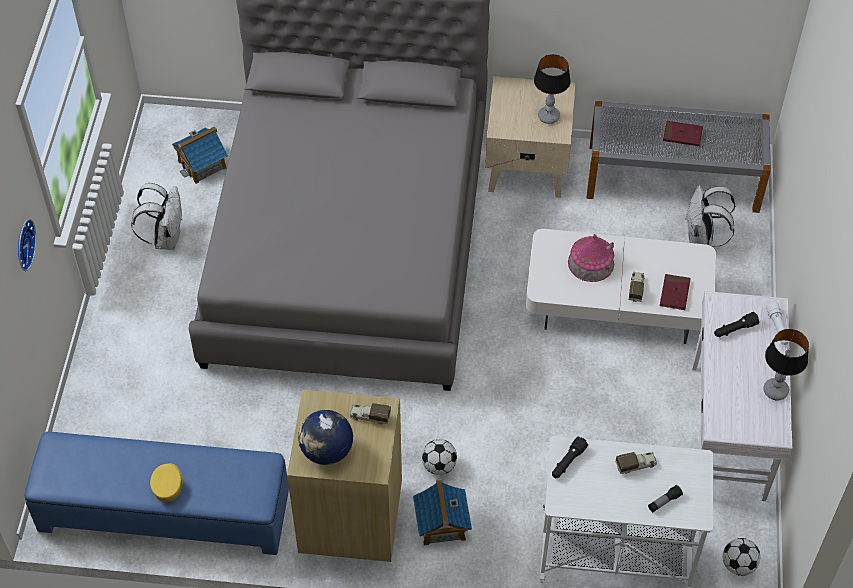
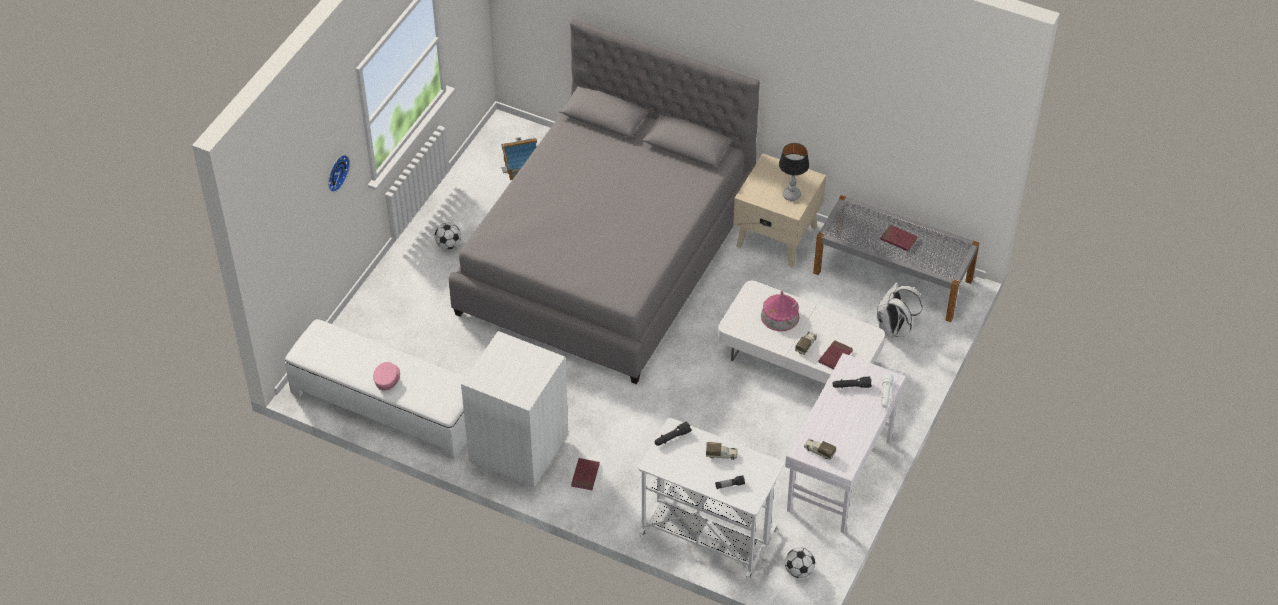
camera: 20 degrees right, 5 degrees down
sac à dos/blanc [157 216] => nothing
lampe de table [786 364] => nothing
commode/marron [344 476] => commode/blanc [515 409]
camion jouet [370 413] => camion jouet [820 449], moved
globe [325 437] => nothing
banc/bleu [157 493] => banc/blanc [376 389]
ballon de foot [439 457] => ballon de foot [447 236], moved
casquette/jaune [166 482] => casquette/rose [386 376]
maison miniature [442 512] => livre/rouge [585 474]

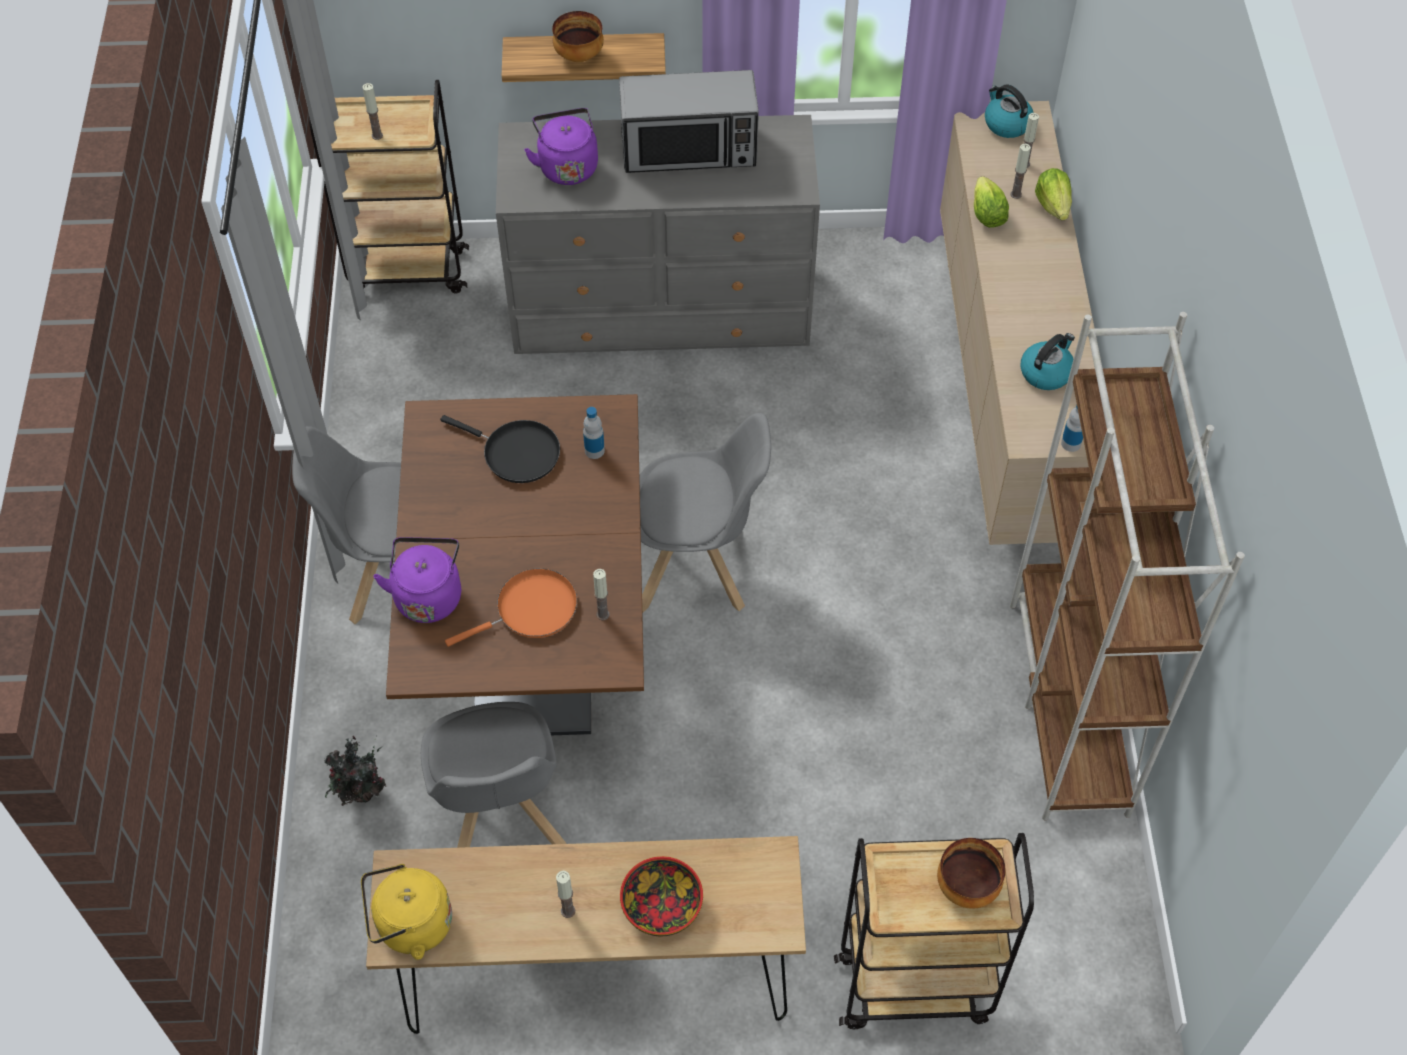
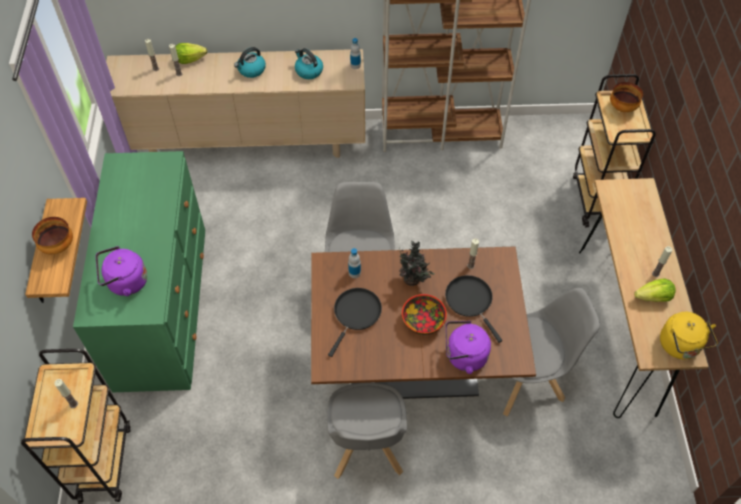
camera: 90 degrees left, 0 degrees up
micro-ondes [689 121] => nothing
bouilloire [1009 111] => bouilloire [250 62], moved
commode/gris [658 234] => commode/vert [139 271]
laitue [991 202] => laitue [655 290], moved
poêle/orange [511 607] => poêle/noir [473 309]
plante en pot [355 770] => plante en pot [415 263], moved
bol [661 896] => bol [424 314], moved

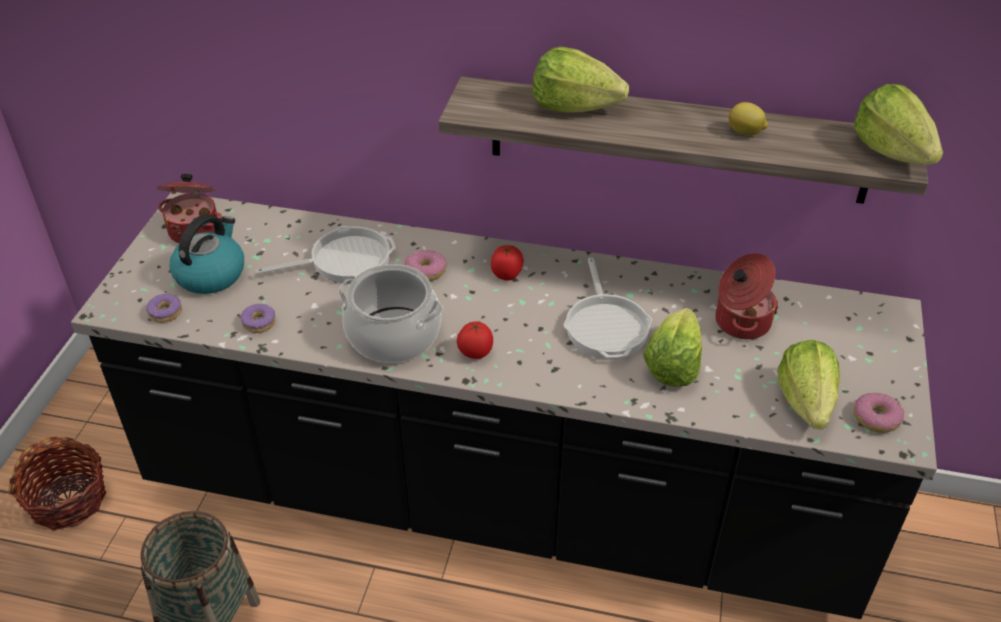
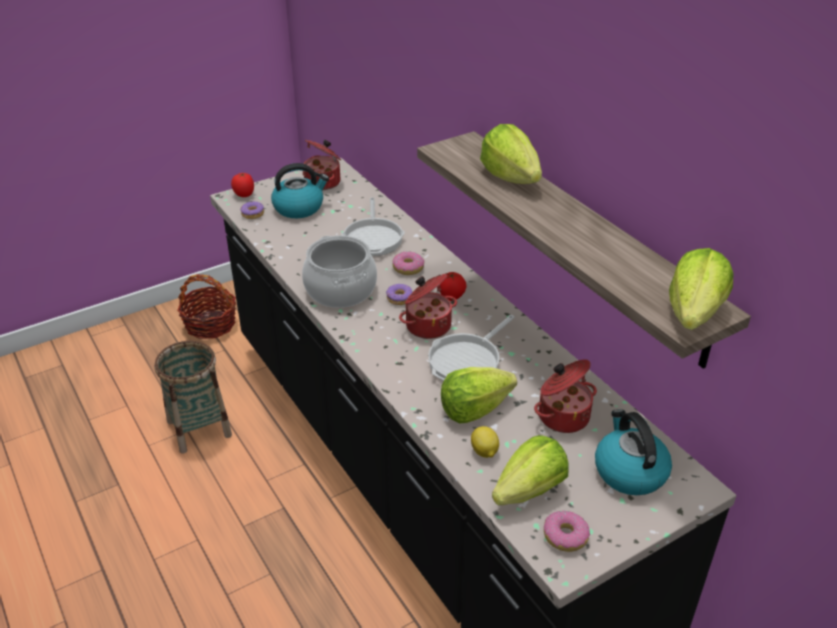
camera: 45 degrees right, 5 degrees down
citron [748 119] => citron [485 442], moved
poêle [326 254] => poêle [373 226], 60 degrees clockwise
beignet [258 318] => beignet [399 294], moved
tomate [475 340] => tomate [242 184], moved
nothing => marmite [428 306]
nothing => bouilloire [633 452]

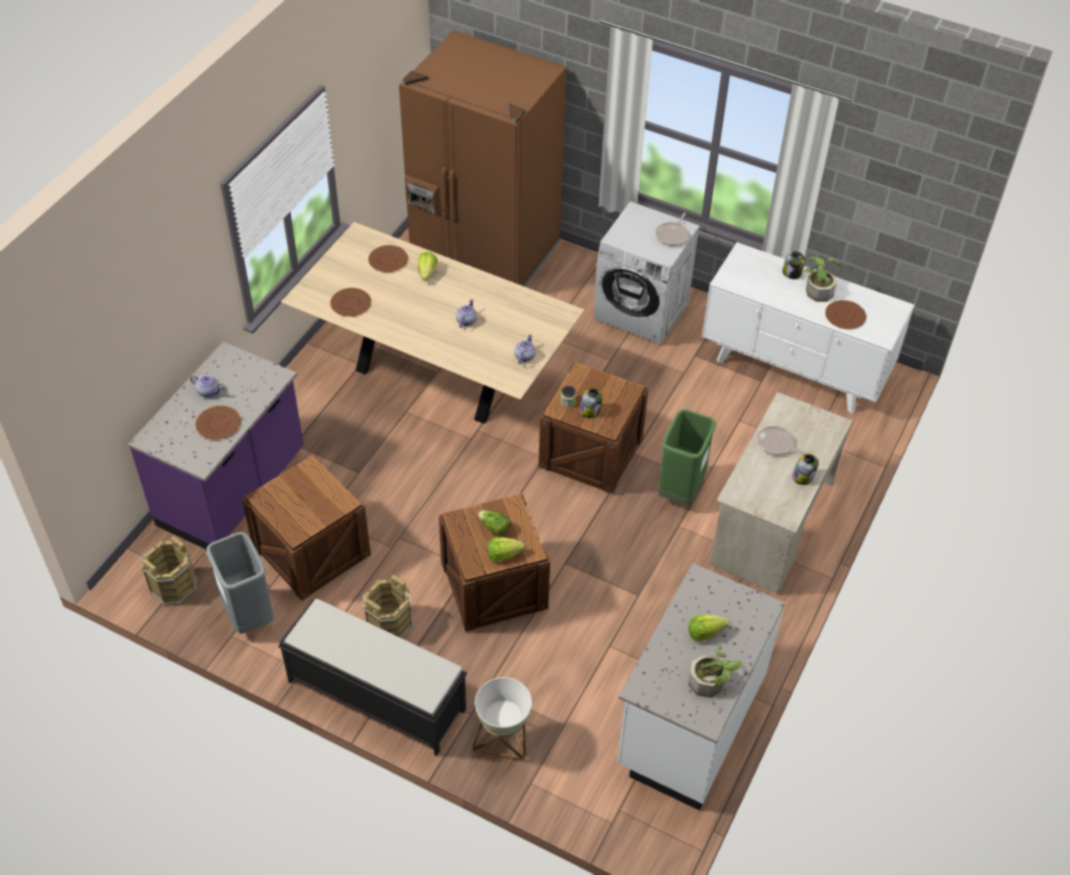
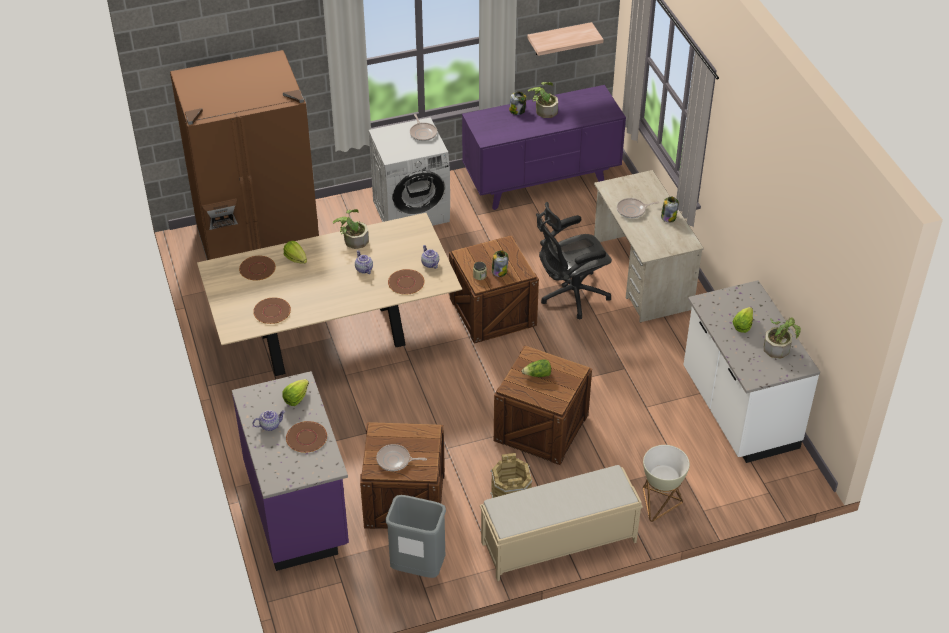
camera: 45 degrees left, 5 degrees down
commode/blanc [808 328] => commode/violet [544 147]
assiette/marron [845 314] => assiette/marron [406 282], moved
poubelle/vert [687 457] => chaise de bureau [574 260]
seau/marron [169 571] => nothing
laitue [506 549] => laitue [295 392], moved
banc/noir [372 677] => banc/beige [561 523]
nothing => étagère [565 39]
nothing => plante en pot [351 229]
nothing => poêle [401 457]

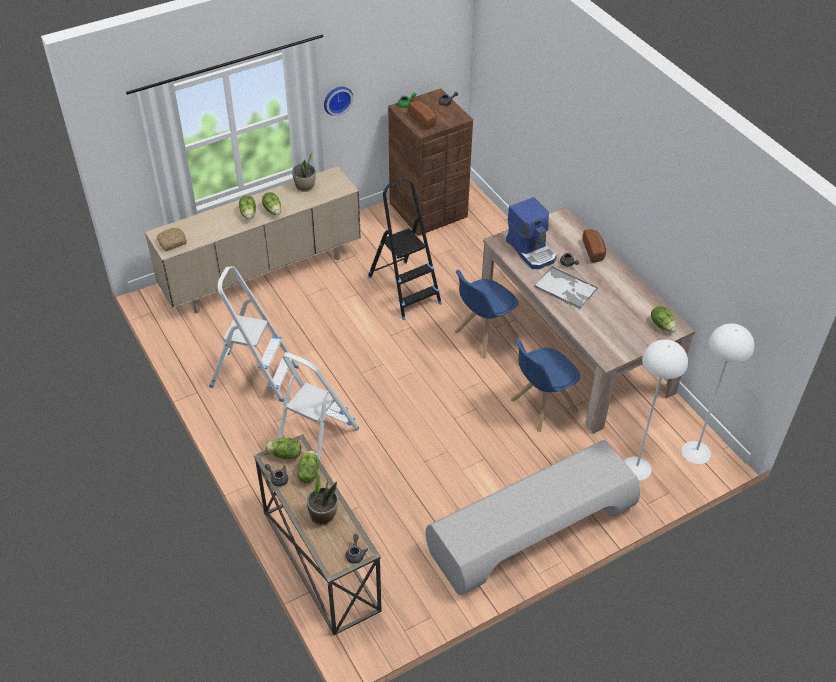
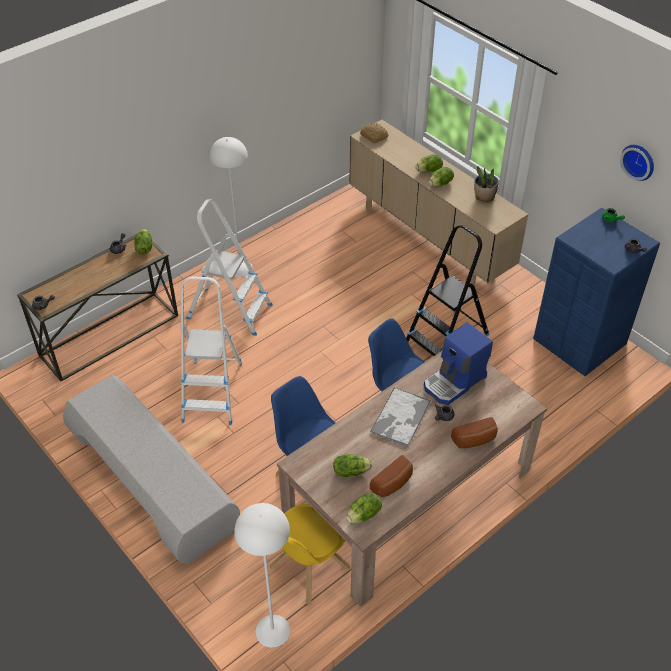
camera: 80 degrees right, 0 degrees up
horloge murale [338 101] => horloge murale [637 163], moved
commode/marron [430 162] => commode/bleu [596 292]
pain [422 115] => pain [391 476], moved
escabeau/blanc [254 334] => escabeau/blanc [211 351], moved
lampadaire/blanc [656 410] => lampadaire/blanc [231 207], moved
laitue [308 466] => laitue [352 465], moved
plante en pot [322 498] => nothing
nothing => chaise/jaune [310 554]

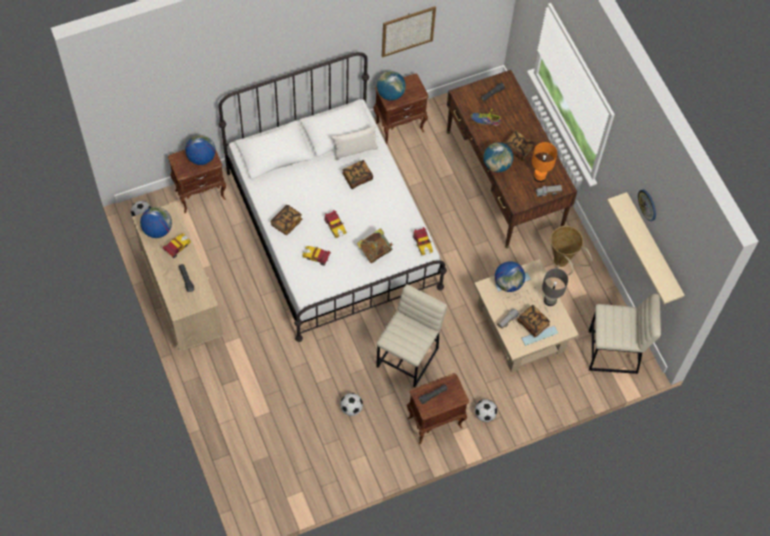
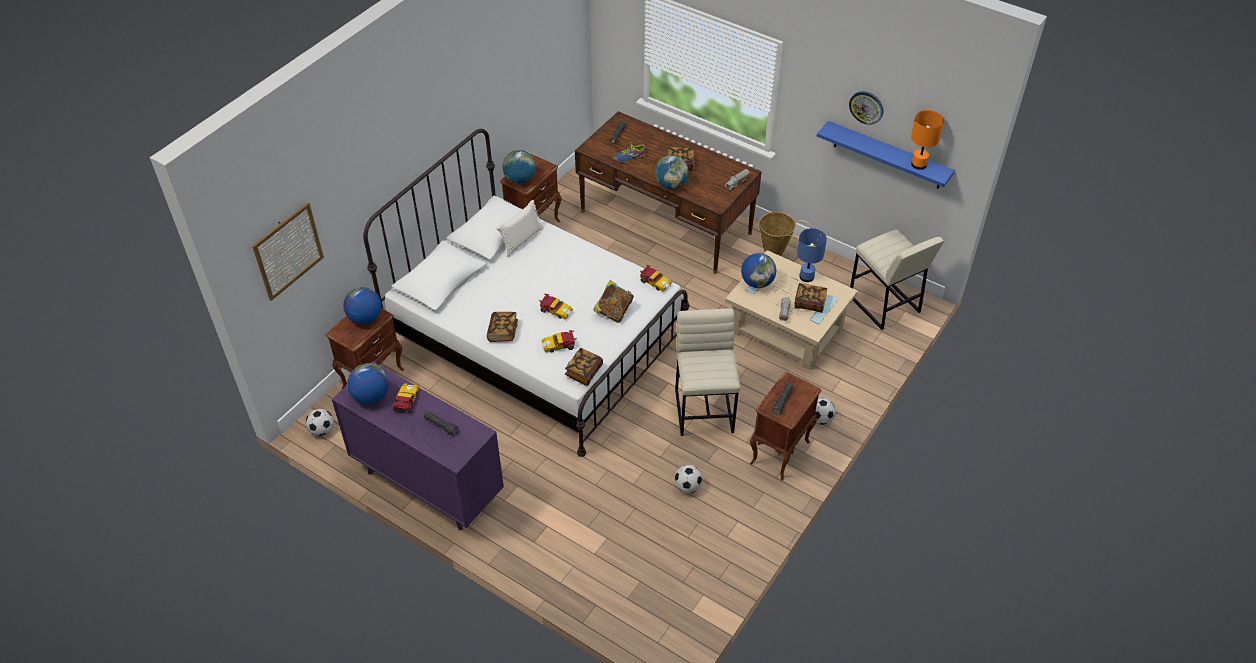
camera: 30 degrees left, 15 degrees down
tableau [409 32] => tableau [288 251], moved
lampe de table/orange [544 162] => lampe de table/orange [927 140], moved
livre [357 174] => livre [584 367], moved
étagère/beige [646 248] => étagère/bleu [886 155]
commode/beige [177 276] => commode/violet [418 446]
lampe de table/gris [555 287] => lampe de table/bleu [812 255]
chaise/beige [625 333] => chaise/beige [897 280], 90 degrees clockwise

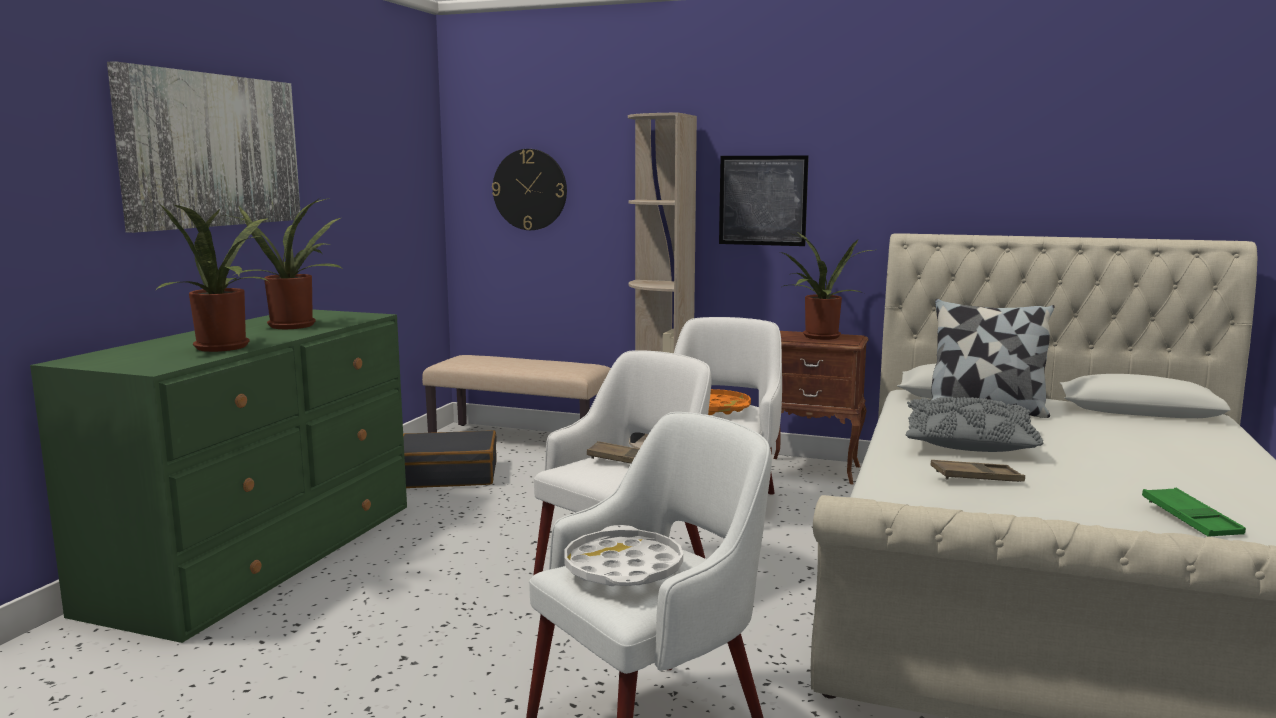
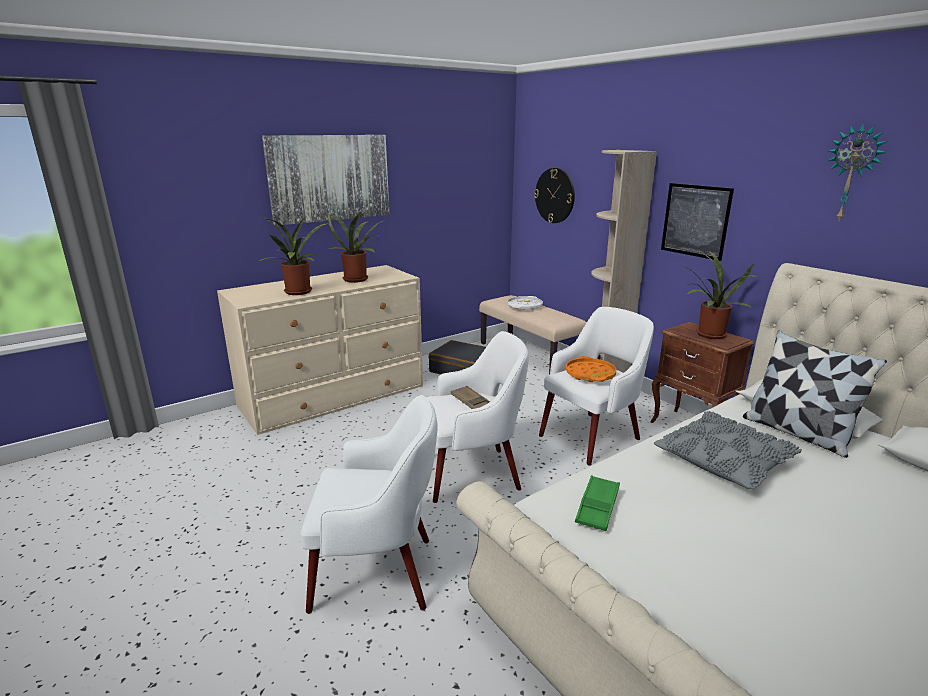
camera: 35 degrees right, 10 degrees up
commode/vert [218 476] => commode/beige [320 350]
plateau/marron [978 471] => nothing
plateau/vert [1194 512] => plateau/vert [597 503], moved
plateau/blanc [623 555] => plateau/blanc [525 303], moved
nothing => horloge murale [857 172]

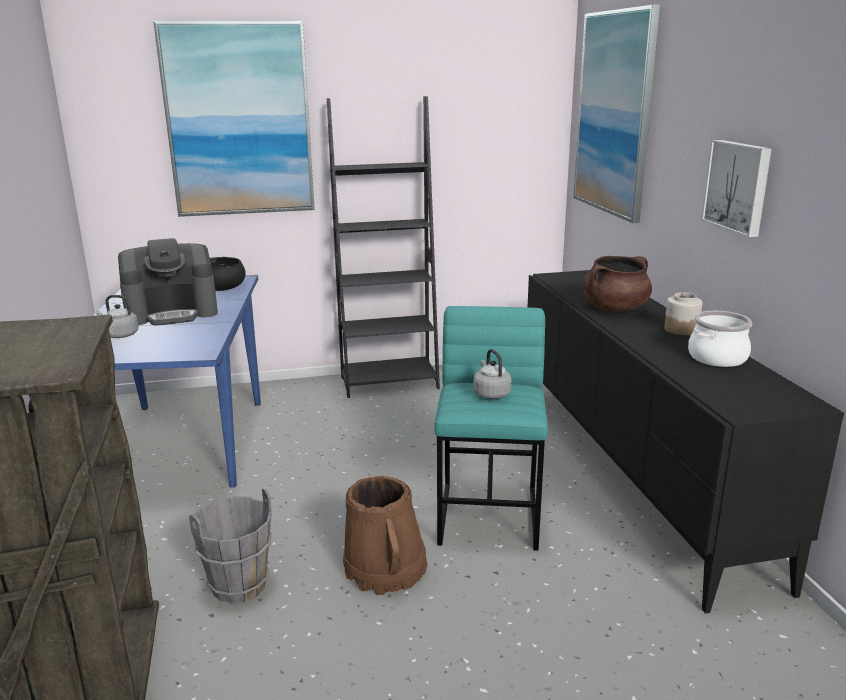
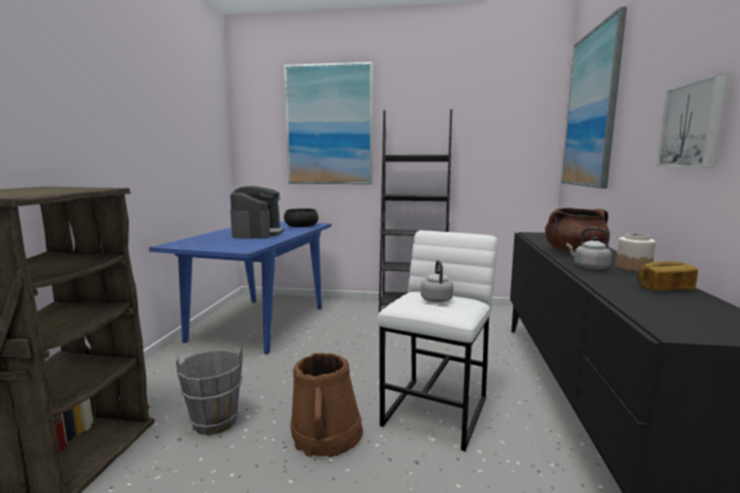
camera: 20 degrees right, 10 degrees down
machine à café [168 282] => machine à café [257 212], 90 degrees counterclockwise
bouilloire/gris [117 316] => bouilloire/gris [589 249], moved
tabouret/turquoise [491 428] => tabouret/blanc [438 340]
marmite [720 339] => pain [667 276]

